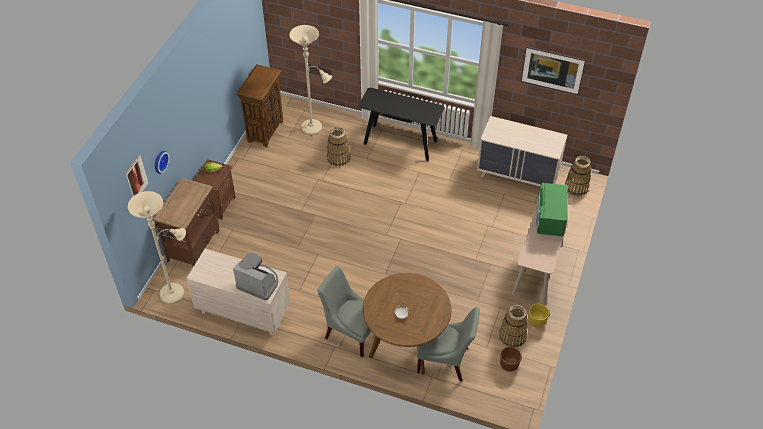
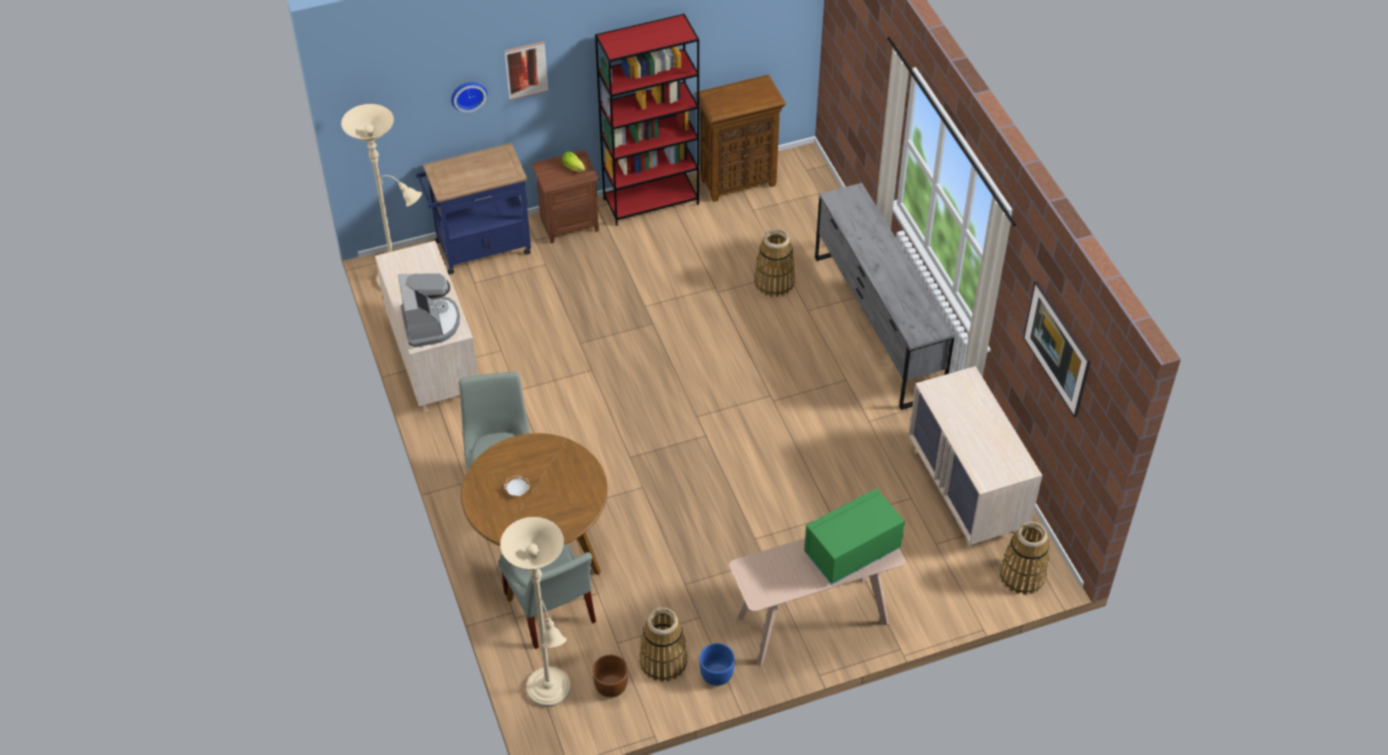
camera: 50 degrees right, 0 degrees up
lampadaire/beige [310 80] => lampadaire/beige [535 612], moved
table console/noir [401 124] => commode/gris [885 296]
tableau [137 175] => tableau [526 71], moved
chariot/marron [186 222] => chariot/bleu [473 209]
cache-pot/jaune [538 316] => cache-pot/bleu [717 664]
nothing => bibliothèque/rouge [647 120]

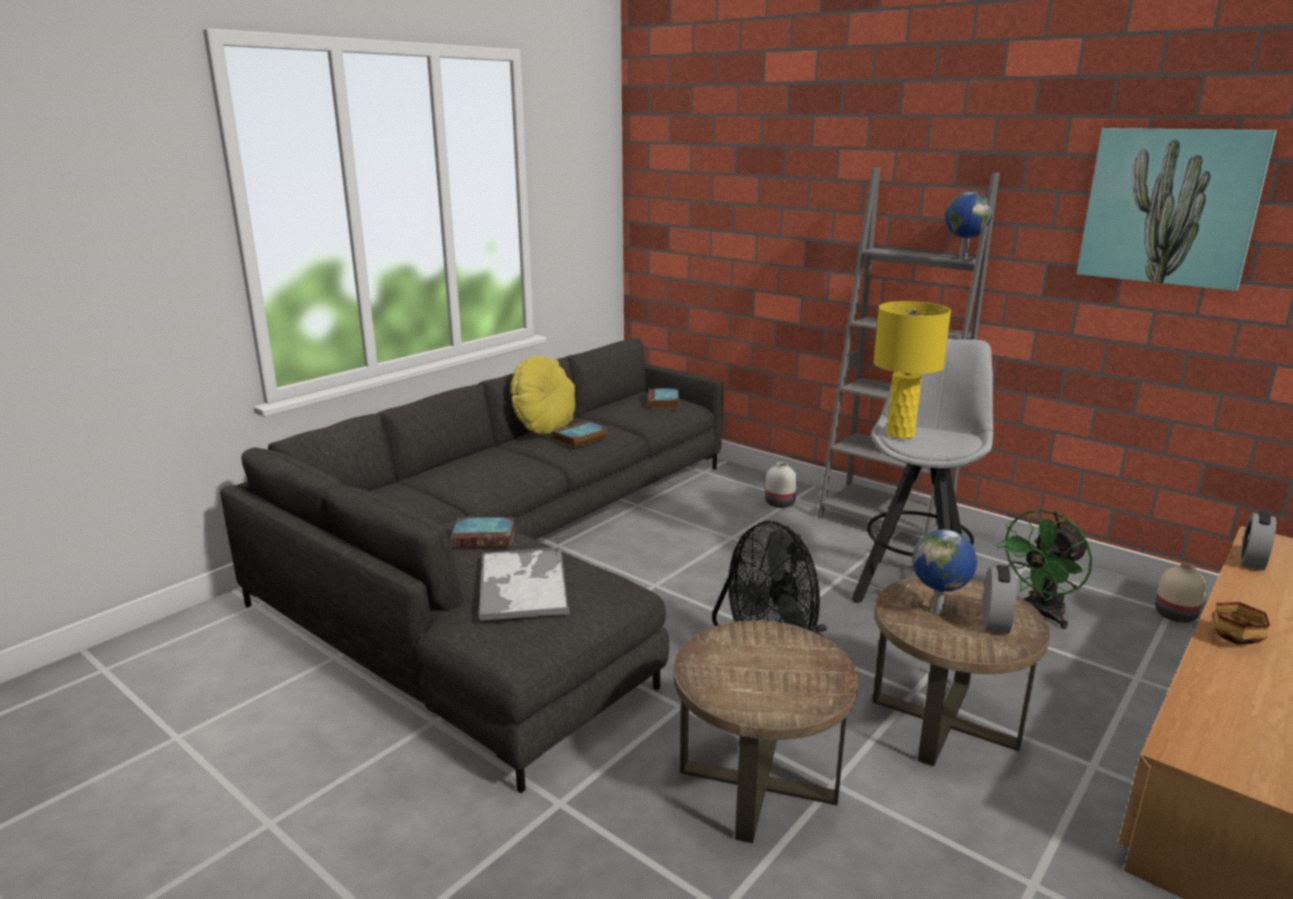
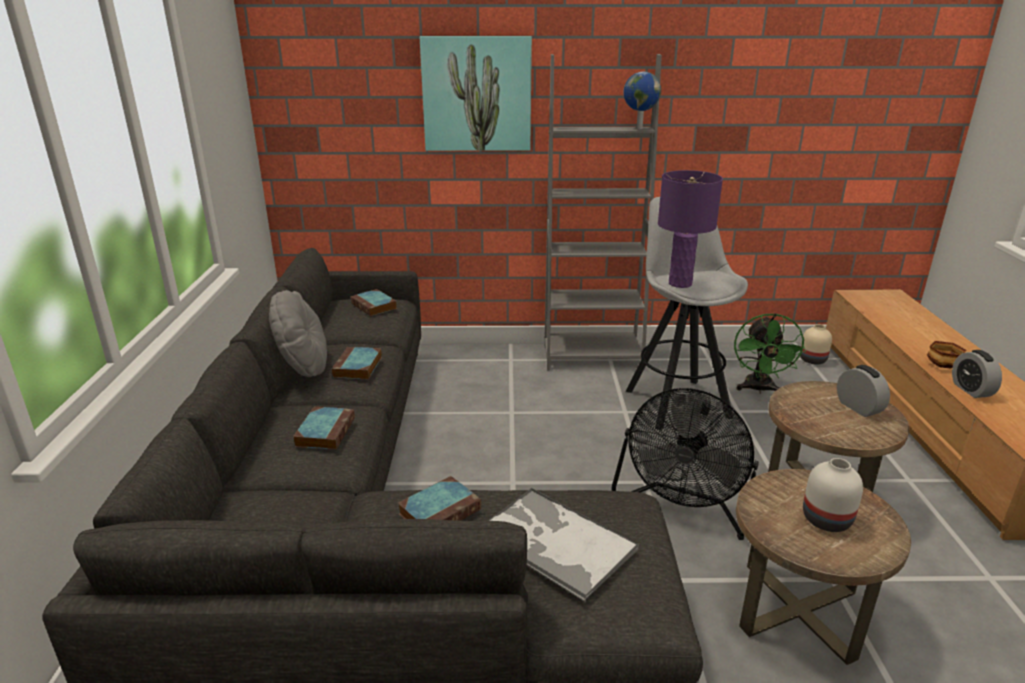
camera: 40 degrees left, 5 degrees up
tableau [1177 209] => tableau [476 93], moved
lampe de table/jaune [912 370] => lampe de table/violet [690 229]
coussin/jaune [543 395] => coussin/gris [298 333]
vase/blanc [781 485] => vase/blanc [833 495], moved
réveil [1258 541] => réveil [977 374], moved
globe [944 572] => nothing
nothing => livre [324 428]

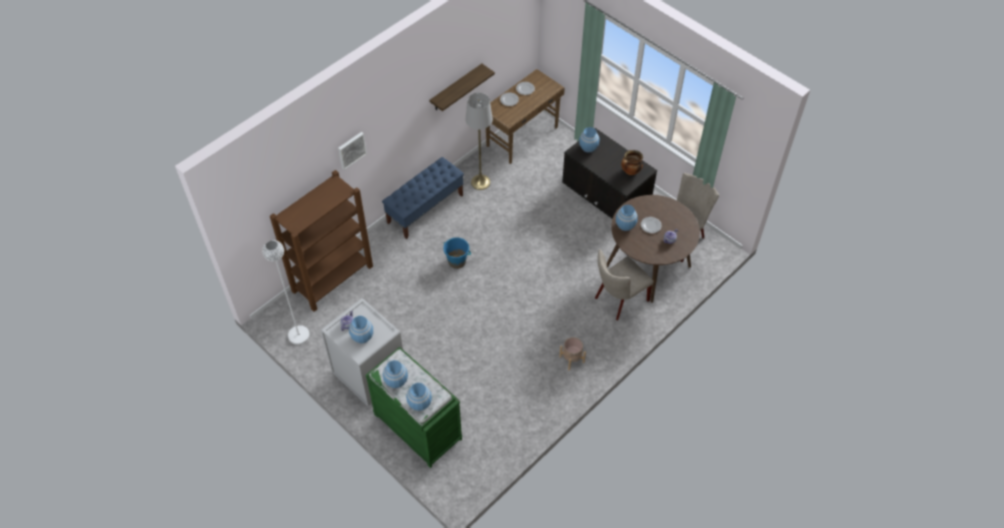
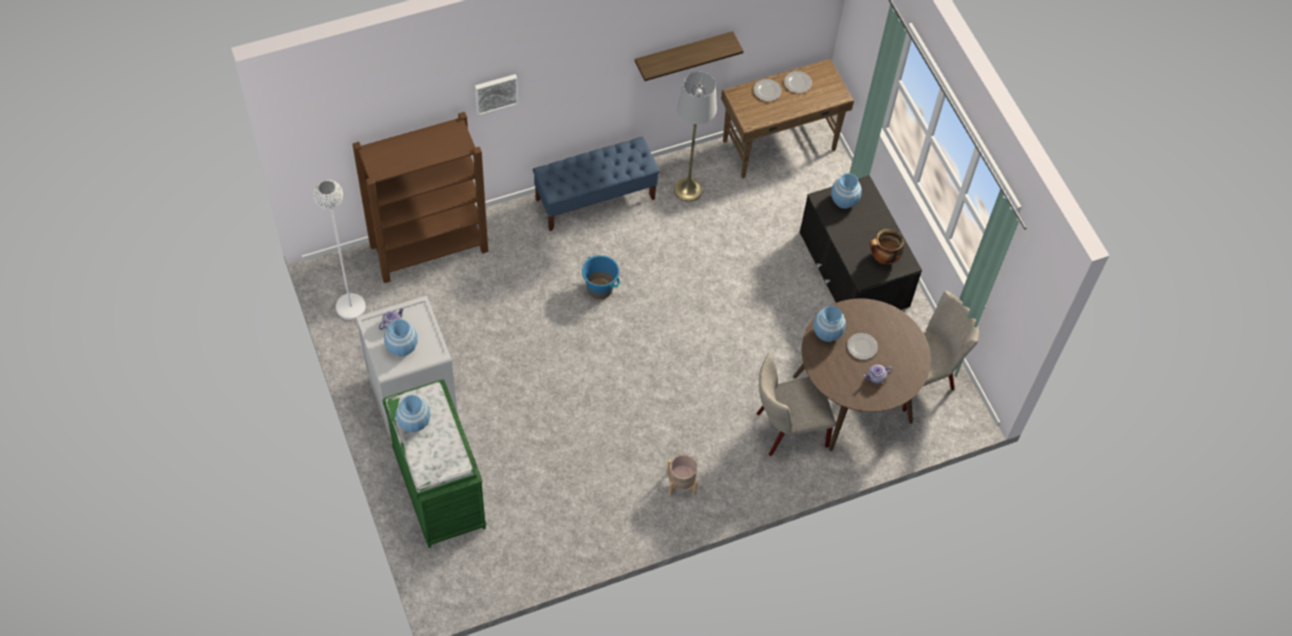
camera: 20 degrees right, 5 degrees up
vase/bleu [419 397] => nothing

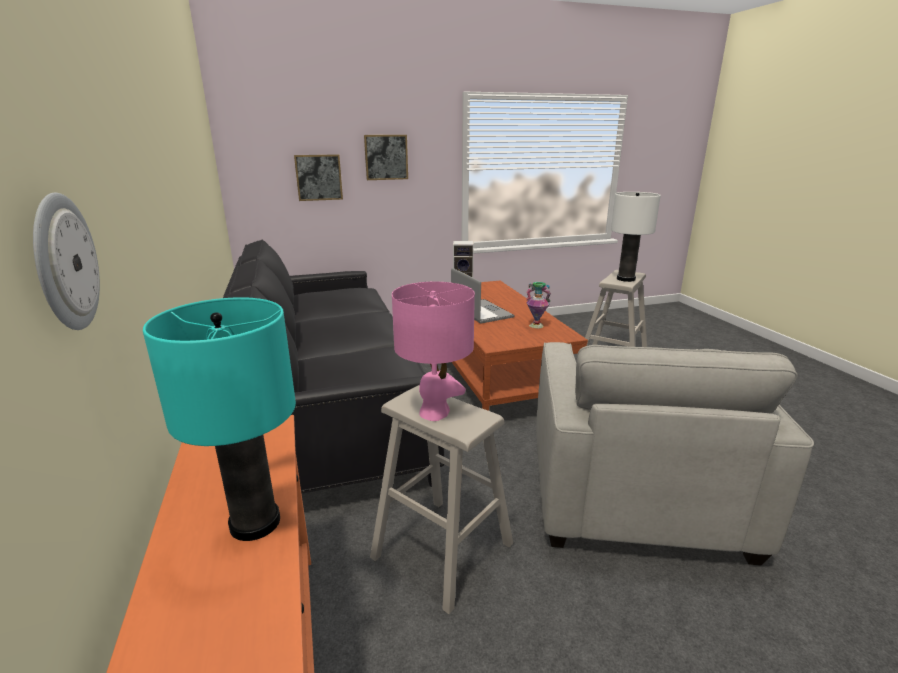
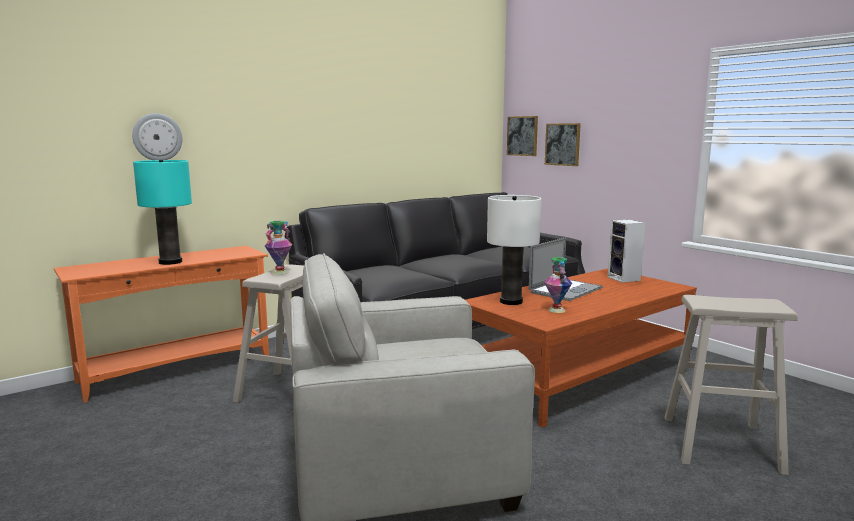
camera: 70 degrees right, 10 degrees down
tableau [386 157] => tableau [522 136], moved
lampe de table/blanc [636 237] => lampe de table/blanc [514 250], moved
lampe de table/rose [433 351] => vase [278 248]

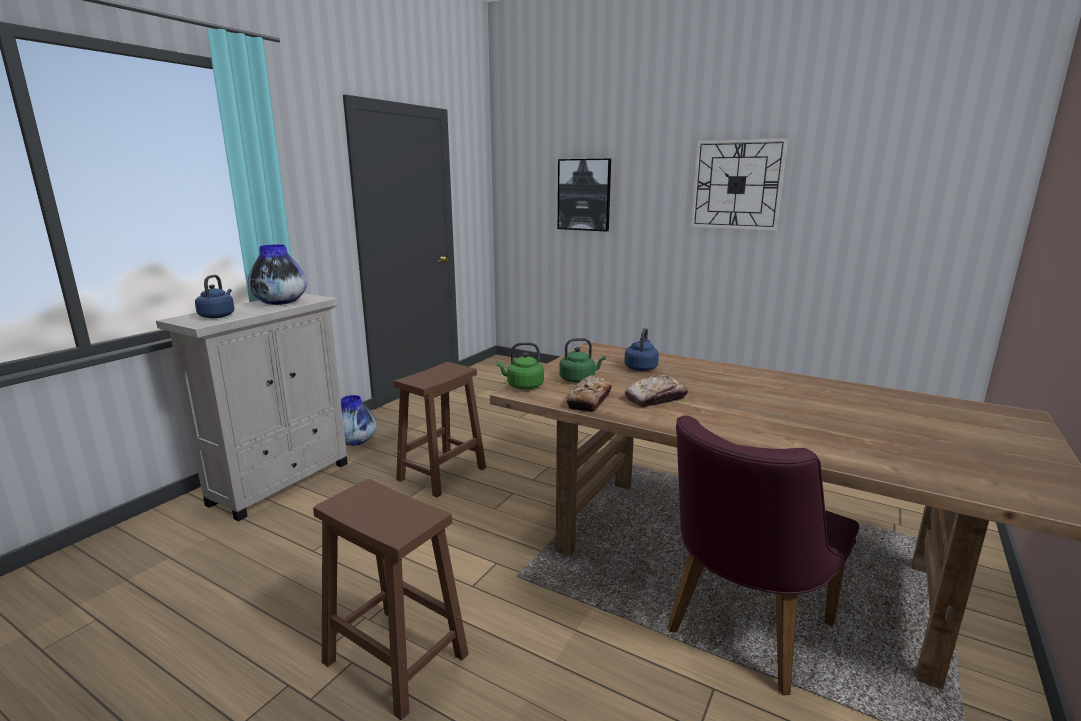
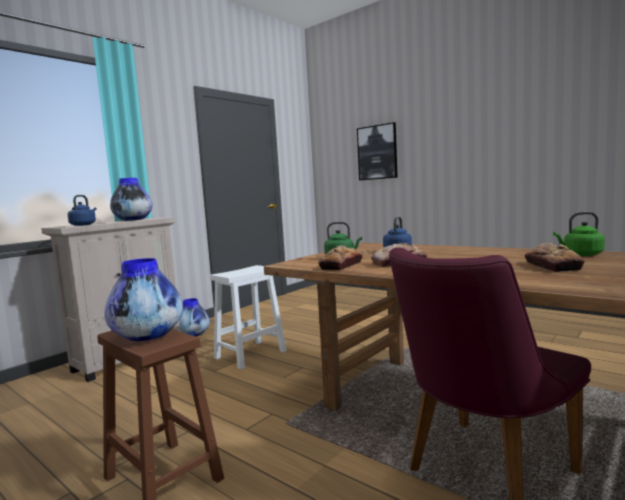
camera: 10 degrees right, 10 degrees down
horloge murale [739 184] => nothing
bouilloire/vert [520 366] => bouilloire/vert [579 234], moved
tabouret/marron [440 429] => tabouret/blanc [248 317]
nothing => pain [555 257]
nothing => vase [143 299]

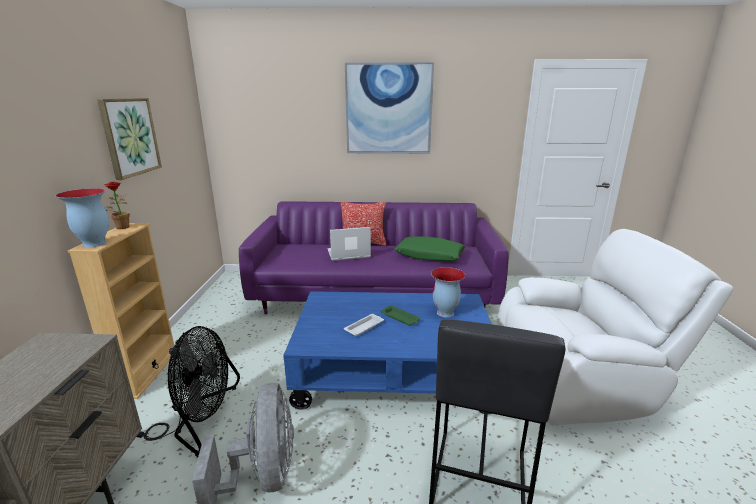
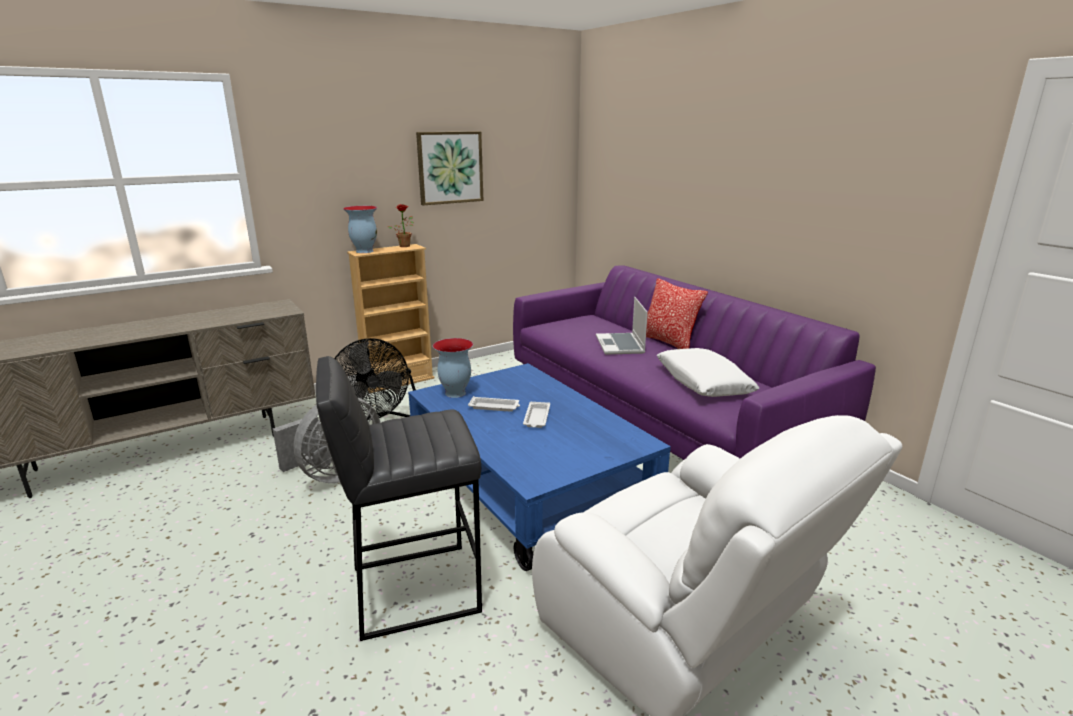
camera: 55 degrees right, 0 degrees up
tableau [389 108] => nothing
ordinateur portable [349 244] => ordinateur portable [622 326], 135 degrees counterclockwise
coussin/vert [429 249] => coussin/blanc [708 372]
vase [448 292] => vase [453 368], moved
plateau/vert [401 315] => plateau/blanc [536 415]

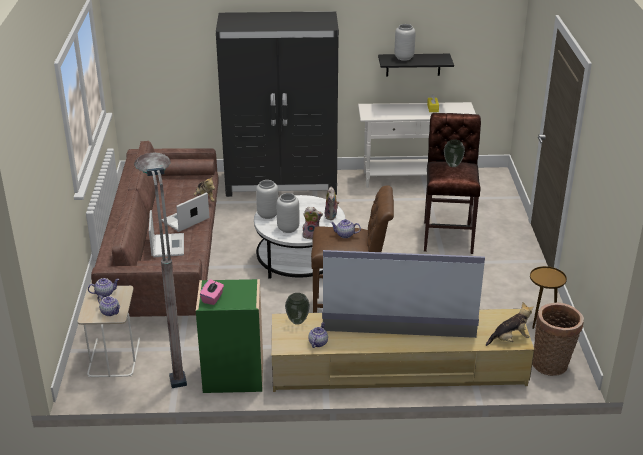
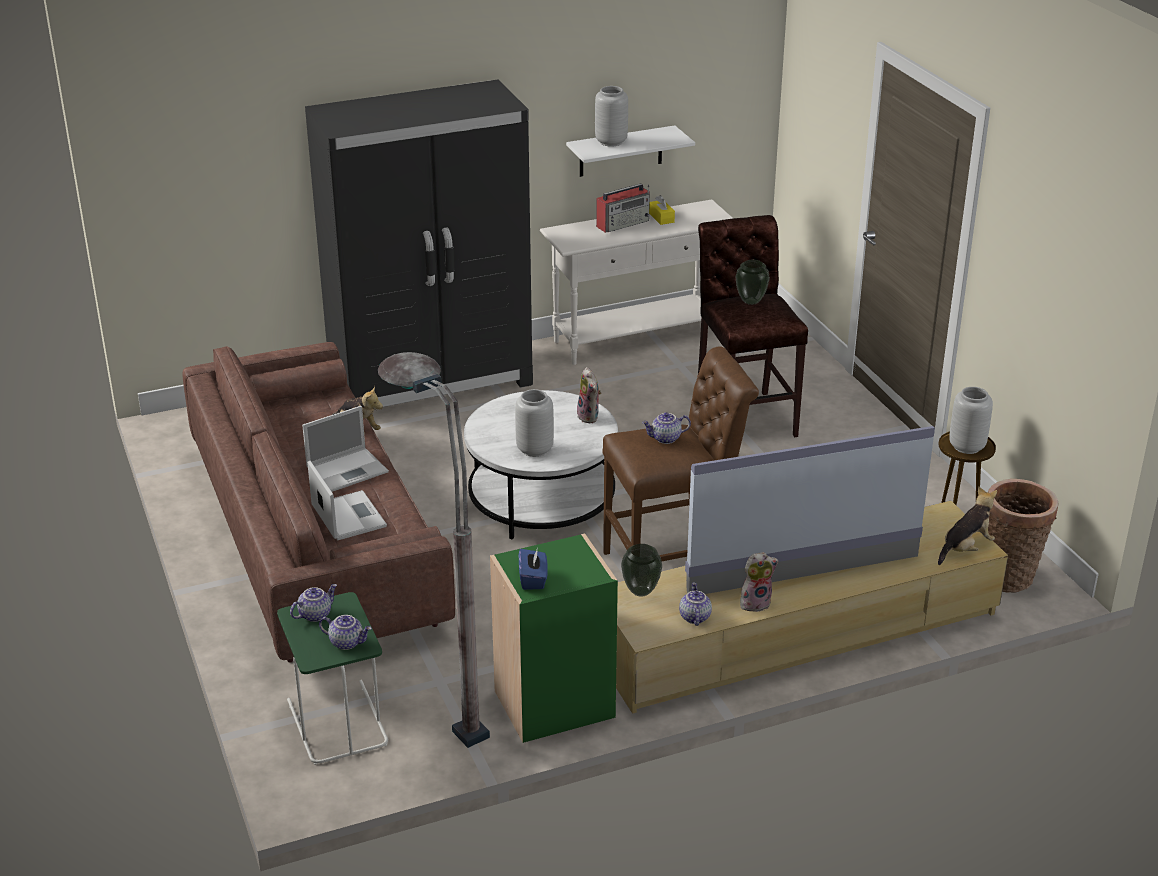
camera: 20 degrees left, 0 degrees up
étagère/noir [416 65] => étagère/blanc [630 151]
vase/gris [267 199] => vase/gris [971 420], moved
ordinateur portable [185 212] => ordinateur portable [345 449], 150 degrees counterclockwise
peluche [312 223] => peluche [759 582], moved
boîte à mouchoirs/rose [212 292] => boîte à mouchoirs/bleu [533 569]
table d'appoint/beige [108 331] => table d'appoint/vert [332 678]
nothing => radio [623 208]

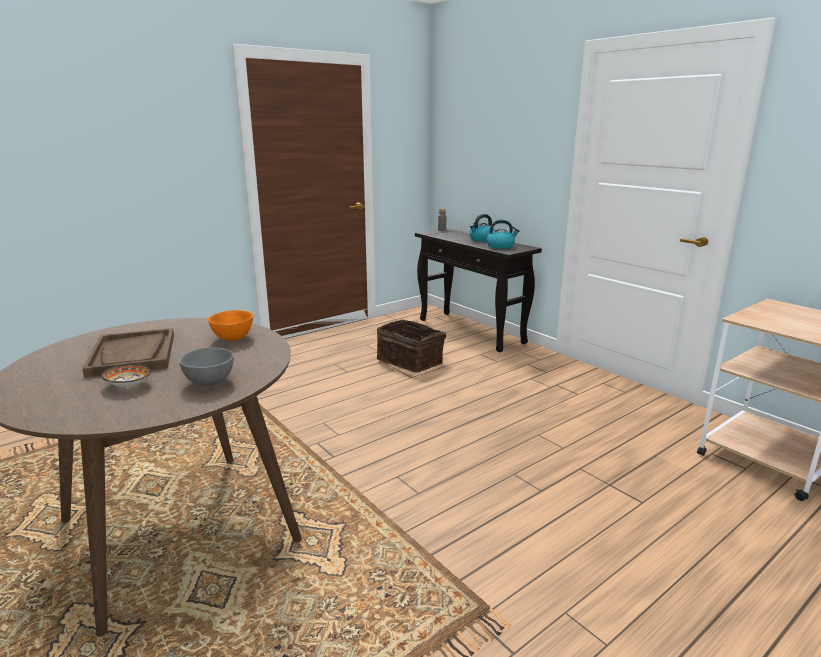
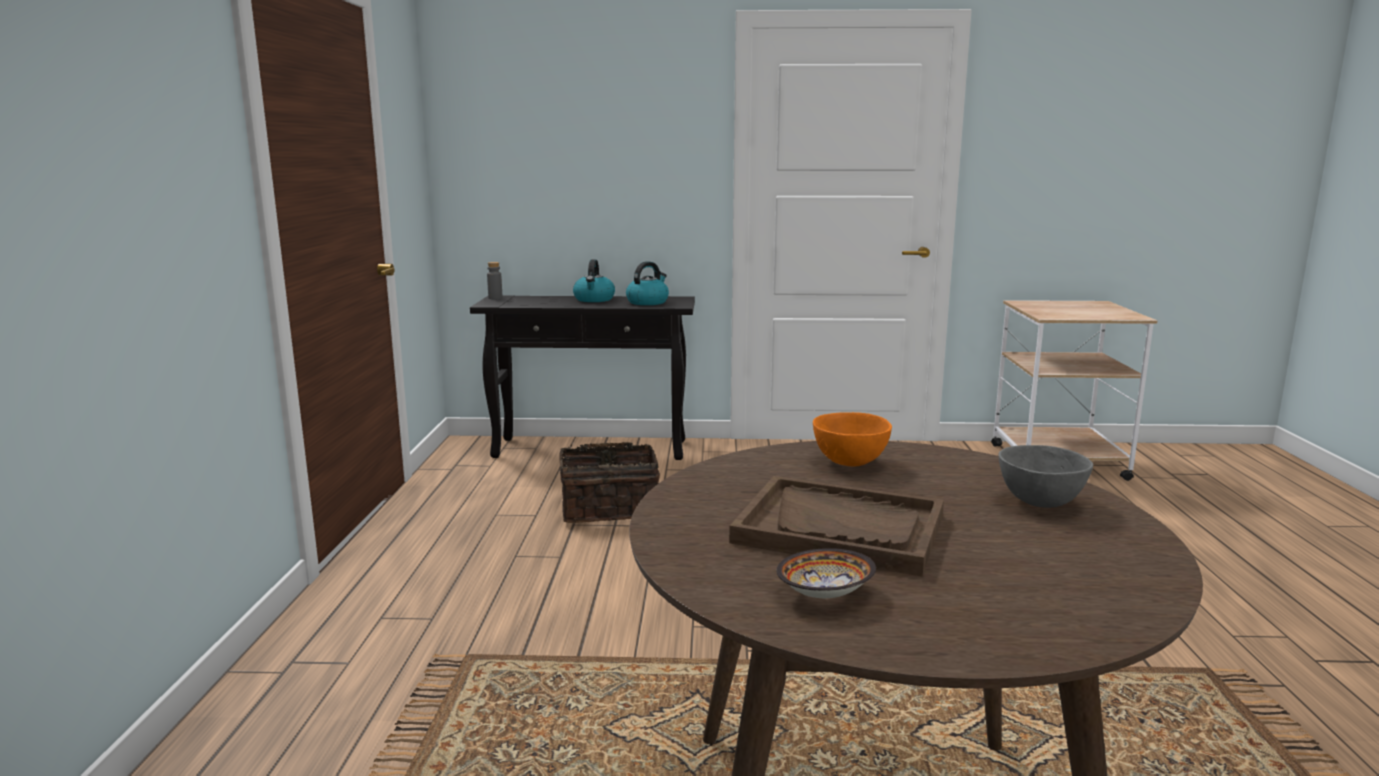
camera: 50 degrees left, 5 degrees down
bol [126 376] => bol [826 573], moved

